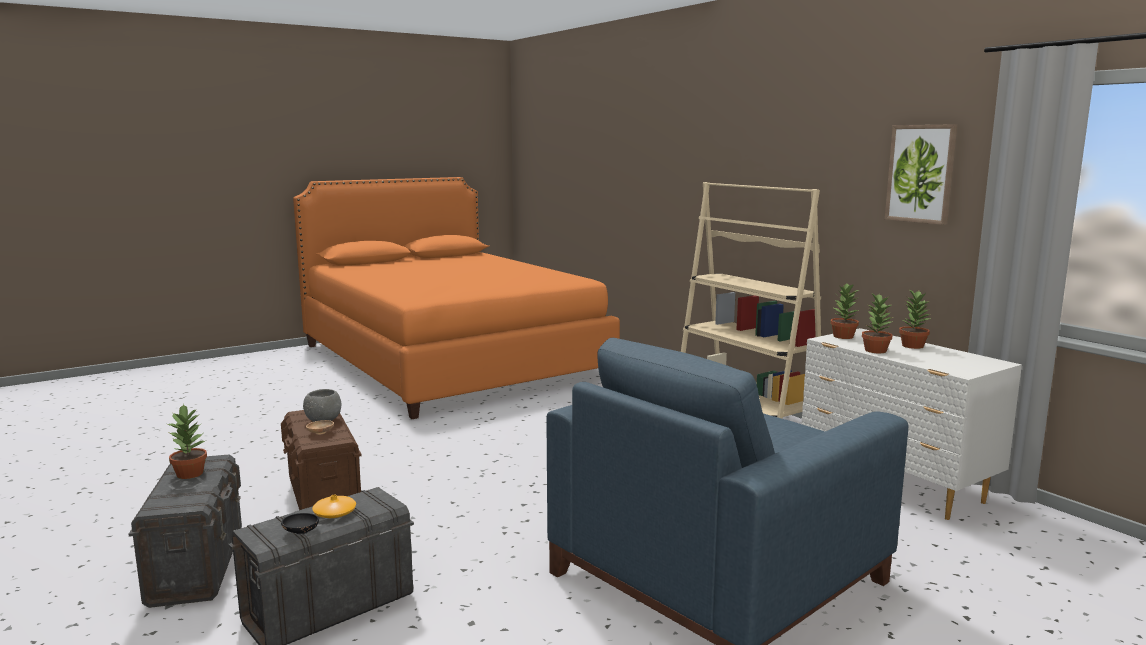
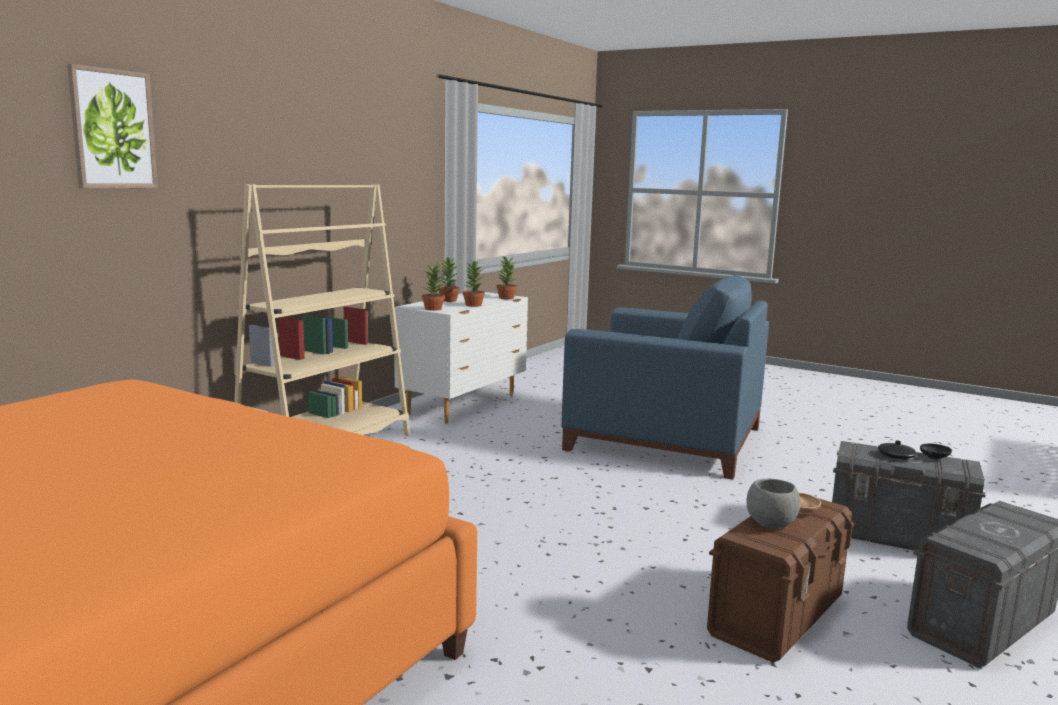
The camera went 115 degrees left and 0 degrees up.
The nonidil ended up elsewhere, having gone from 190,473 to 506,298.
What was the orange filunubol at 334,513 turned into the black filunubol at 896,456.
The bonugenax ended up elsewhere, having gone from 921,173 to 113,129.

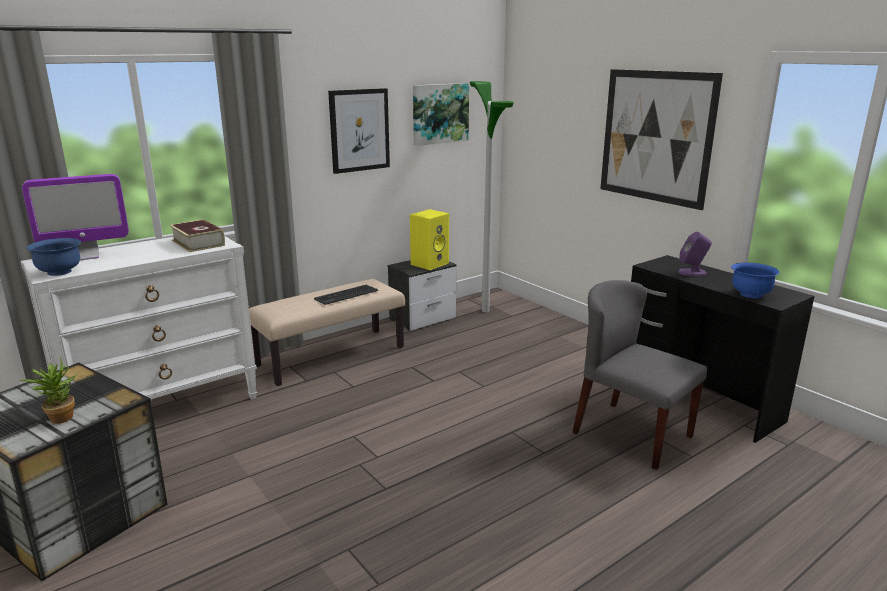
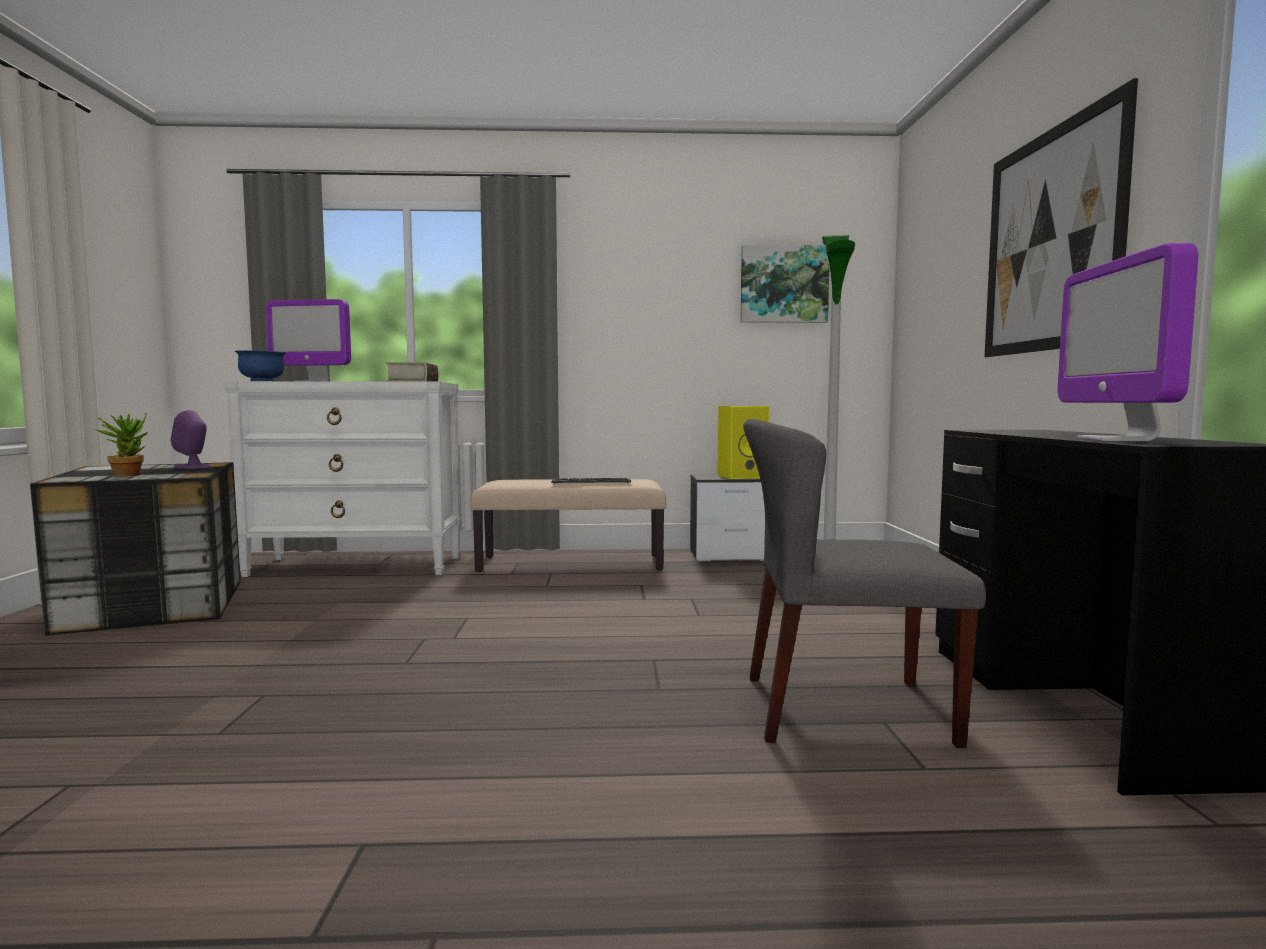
The camera went 35 degrees right and 15 degrees down.
The second view lost the bonugenax at 359,130.
The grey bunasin at 631,434 ended up facing another way, 75 degrees counterclockwise from before.
The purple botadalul ended up elsewhere, having gone from 692,272 to 192,467.
Where the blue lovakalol stood at 750,294, the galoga came to stand at 1116,440.

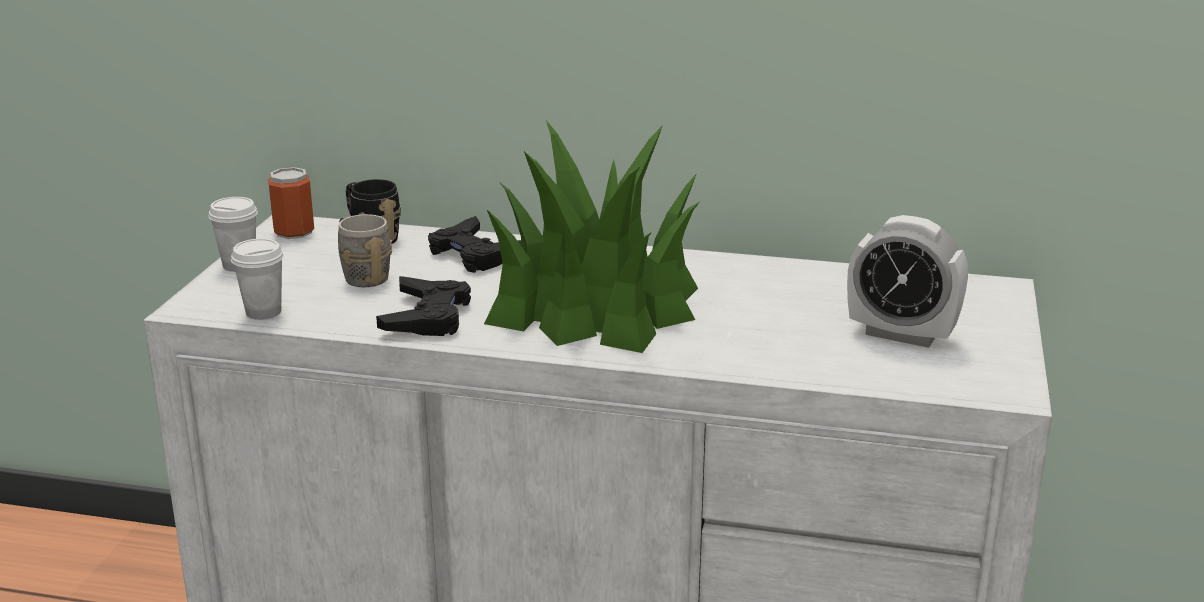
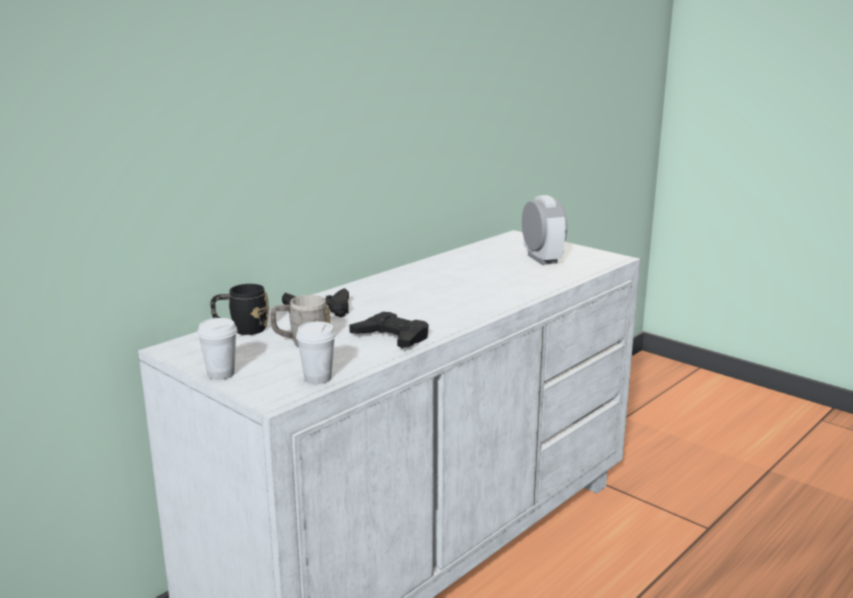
The camera went 60 degrees left and 5 degrees down.
The second view lost the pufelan at 294,232.
The second view lost the nonidil at 594,305.
The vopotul at 901,334 ended up facing another way, 75 degrees counterclockwise from before.

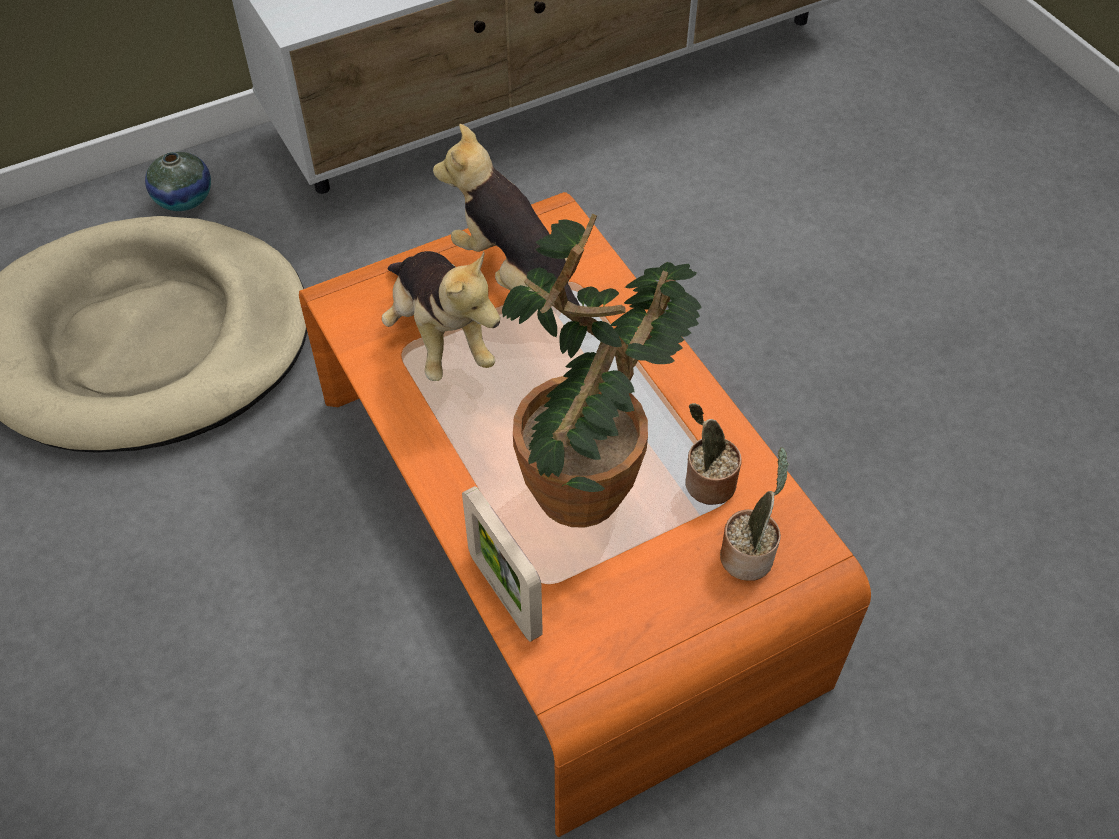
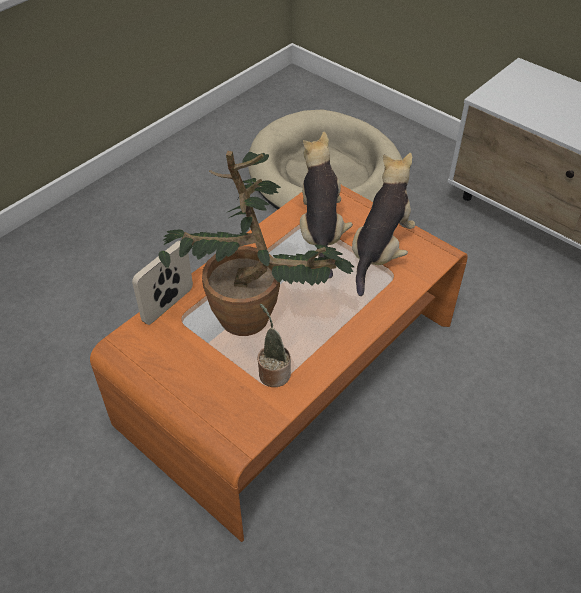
The camera went 70 degrees right and 5 degrees down.
The second view lost the filunubol at 184,199.
The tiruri at 440,337 ended up facing another way, 135 degrees clockwise from before.
The second view lost the nonidil at 748,554.

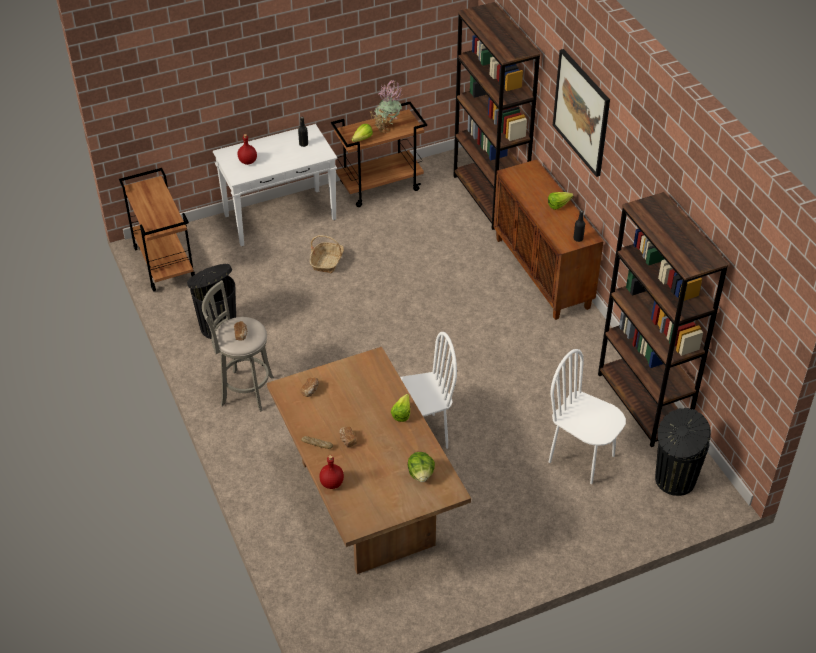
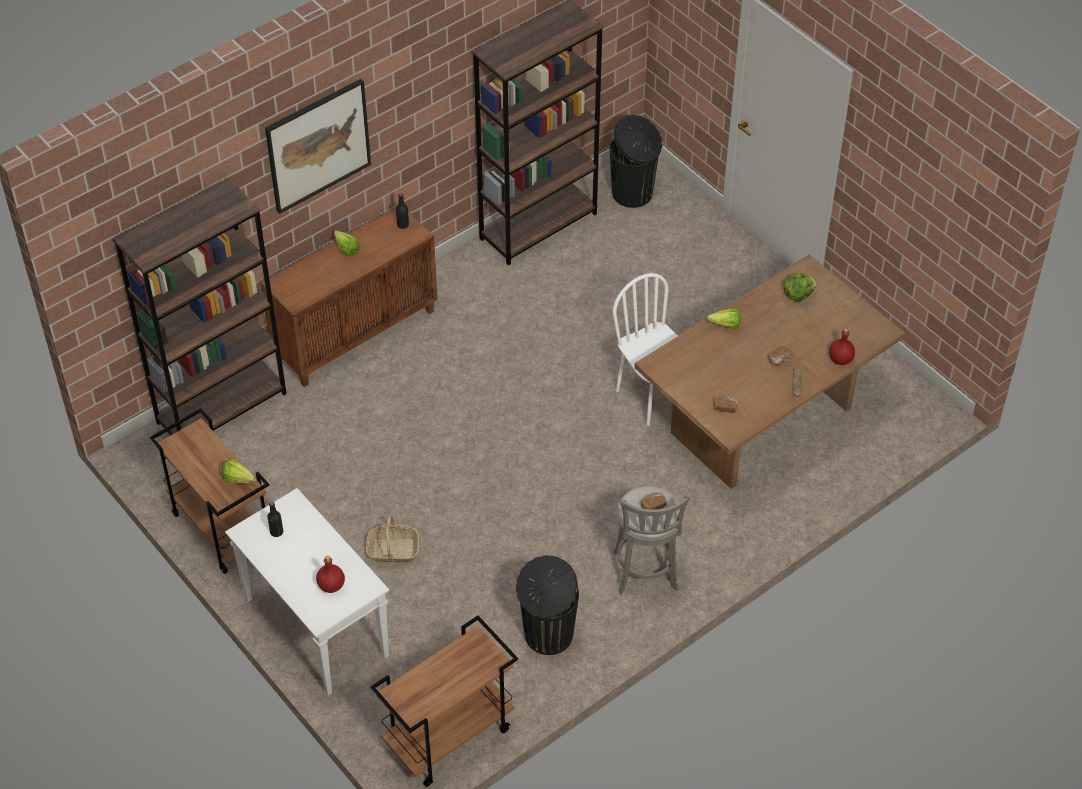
The camera went 105 degrees left and 5 degrees up.
The second view lost the nonidil at 386,127.
The second view lost the white bunasin at 582,458.

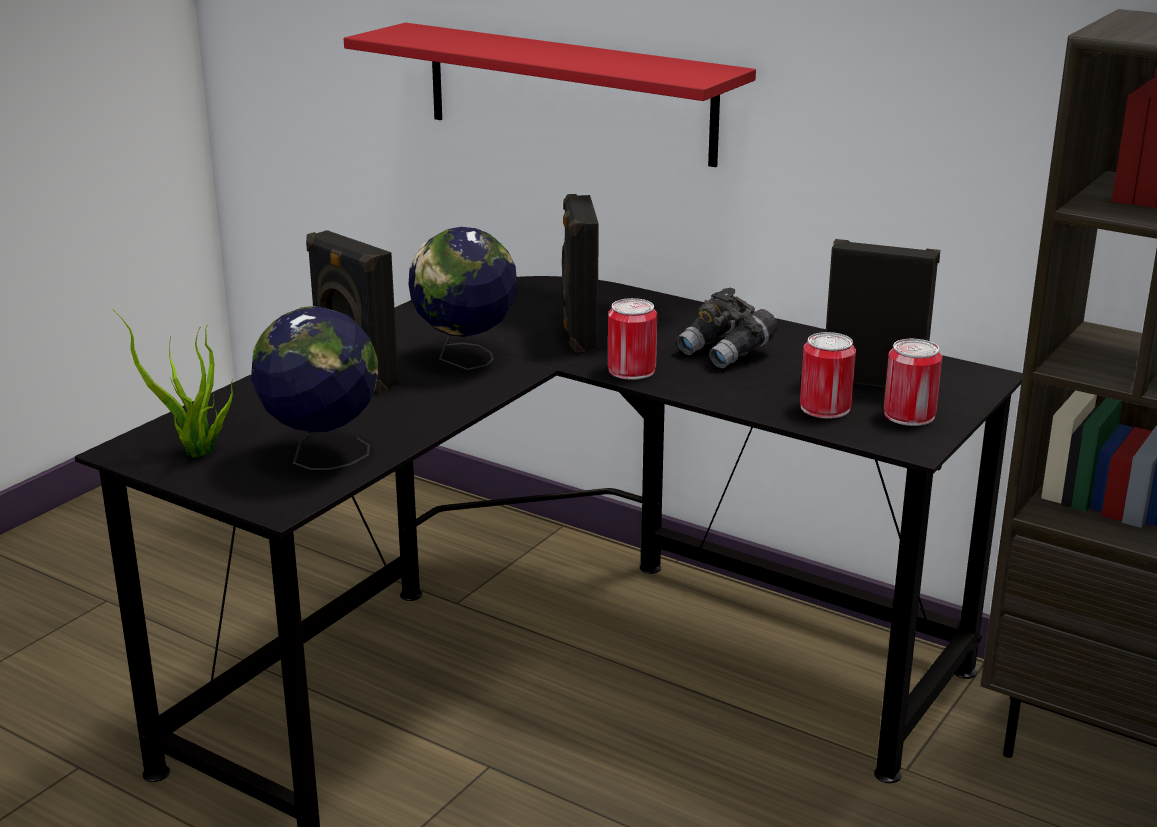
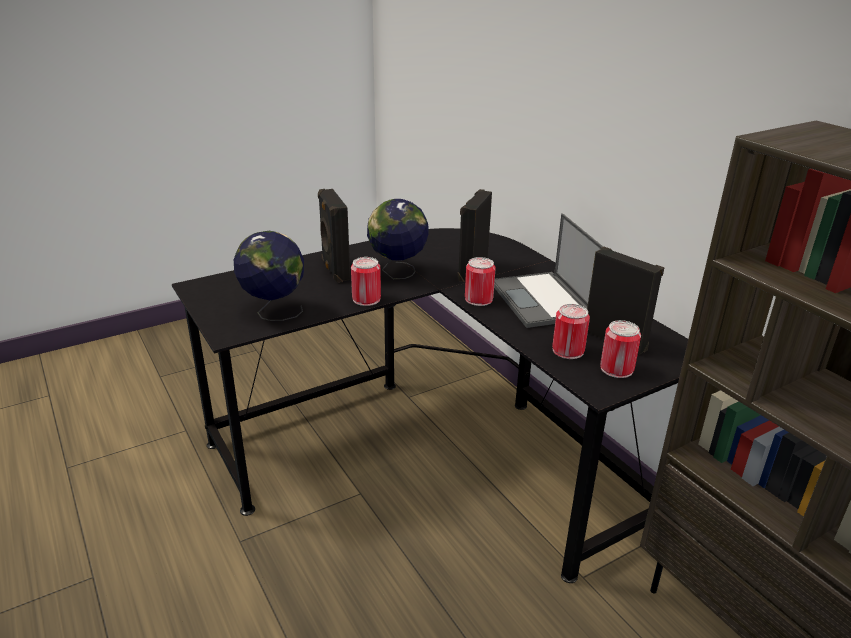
The camera went 25 degrees right and 5 degrees up.
The second view lost the nonidil at 196,453.
The second view lost the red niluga at 568,93.
Where the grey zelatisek stood at 727,352, the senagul came to stand at 543,300.
The second view gained the pufelan at 366,299.

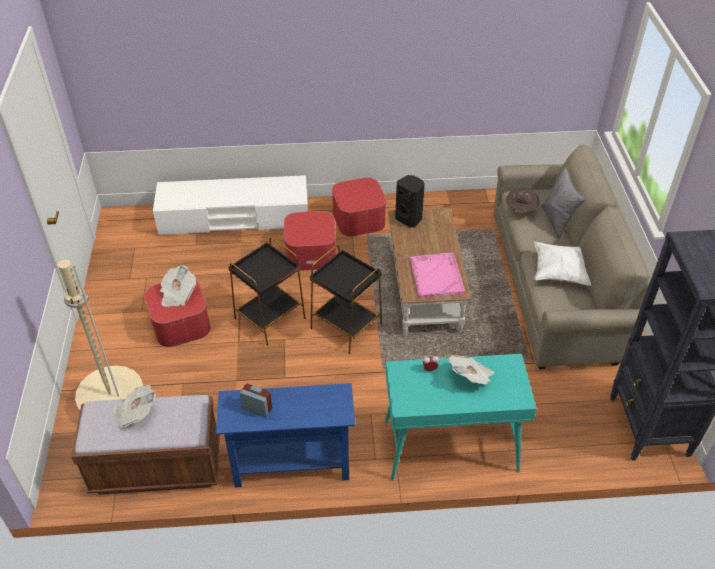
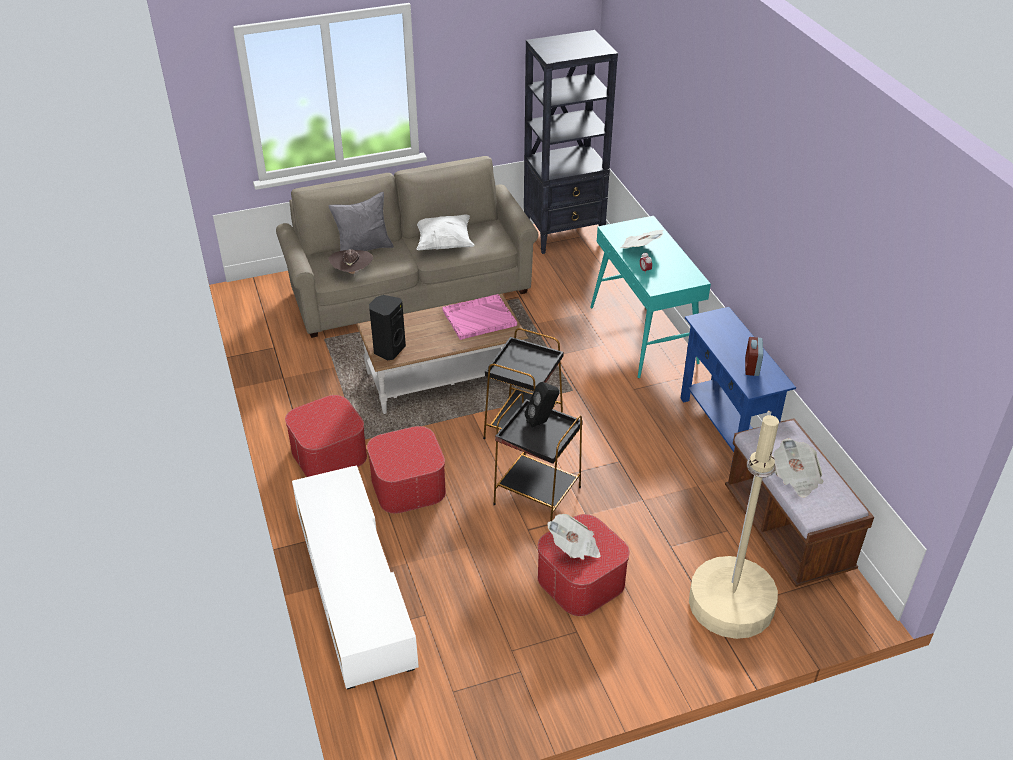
The camera went 105 degrees left and 5 degrees down.
The second view gained the black botadalul at 542,422.

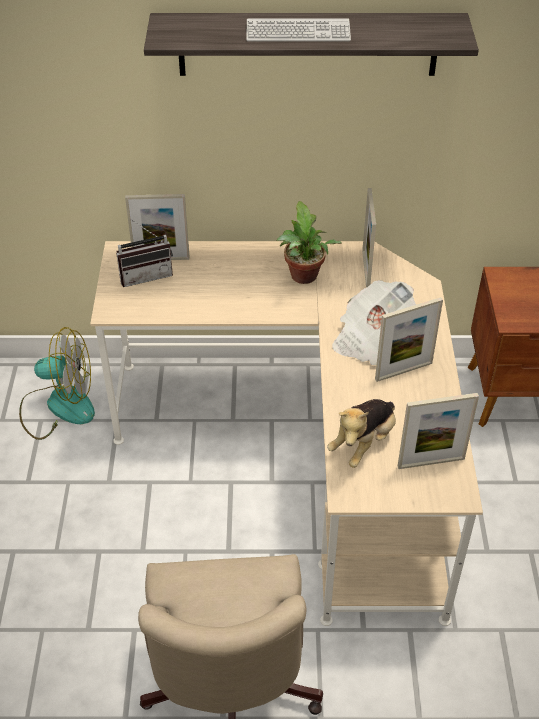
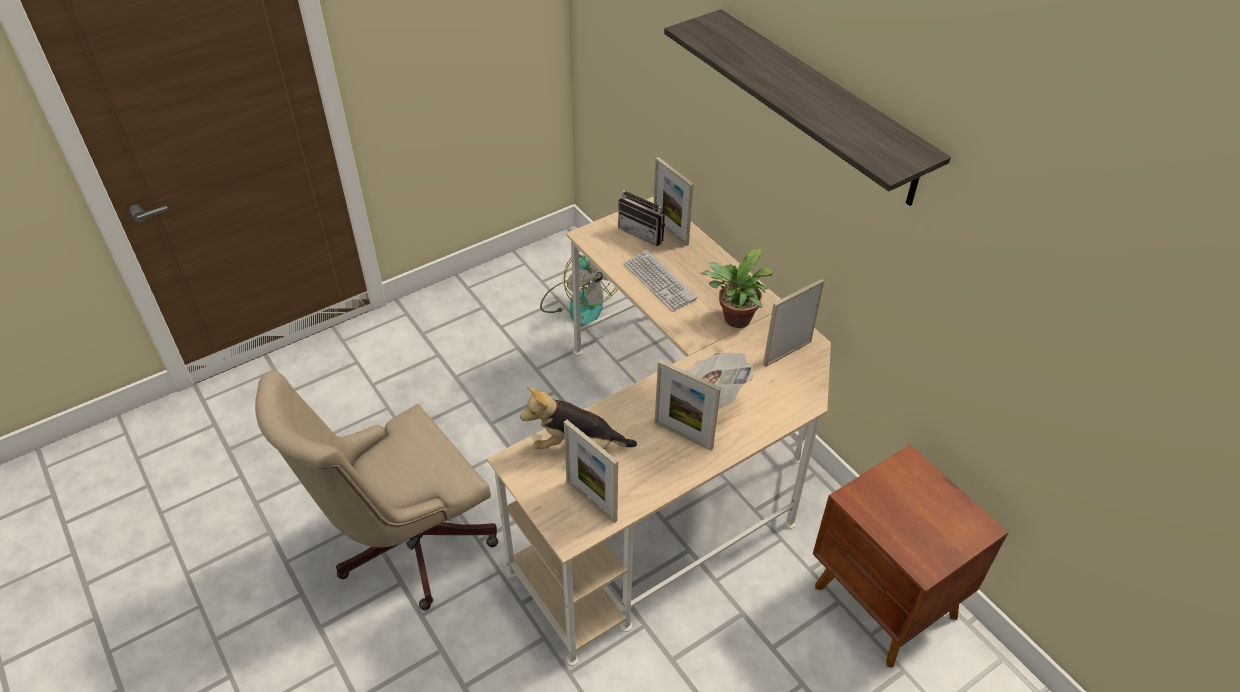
The camera went 55 degrees right and 0 degrees up.
The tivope ended up elsewhere, having gone from 298,32 to 659,282.

